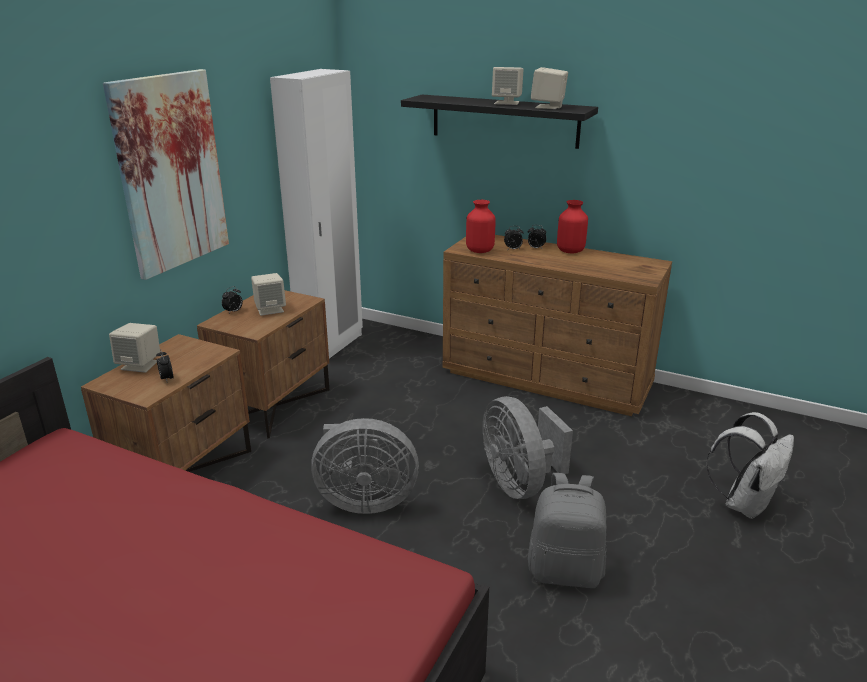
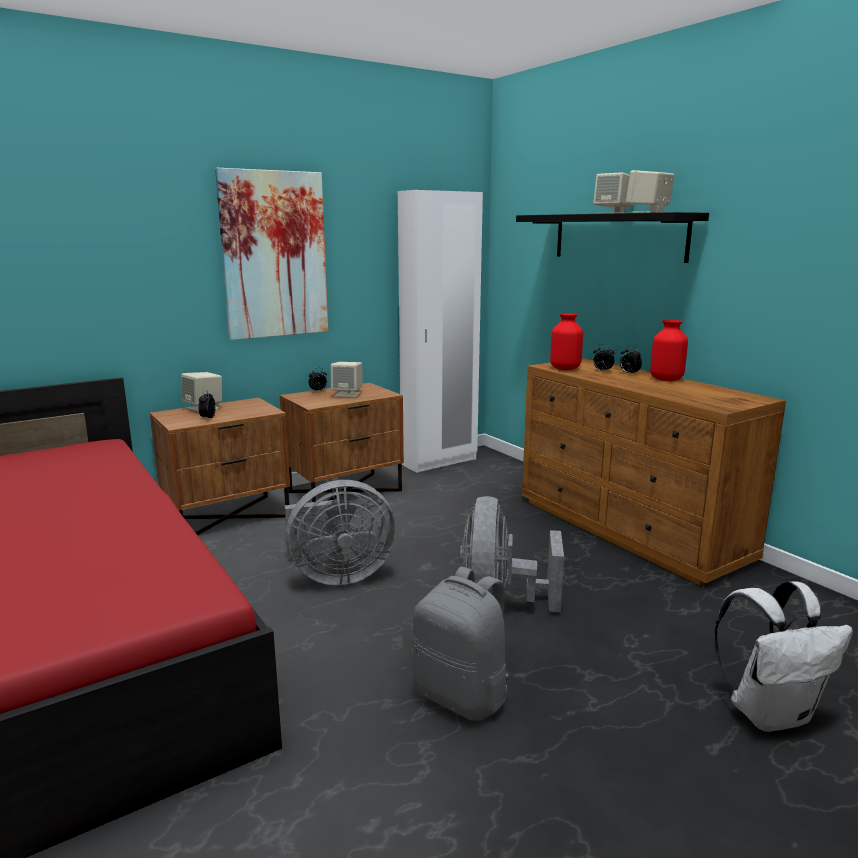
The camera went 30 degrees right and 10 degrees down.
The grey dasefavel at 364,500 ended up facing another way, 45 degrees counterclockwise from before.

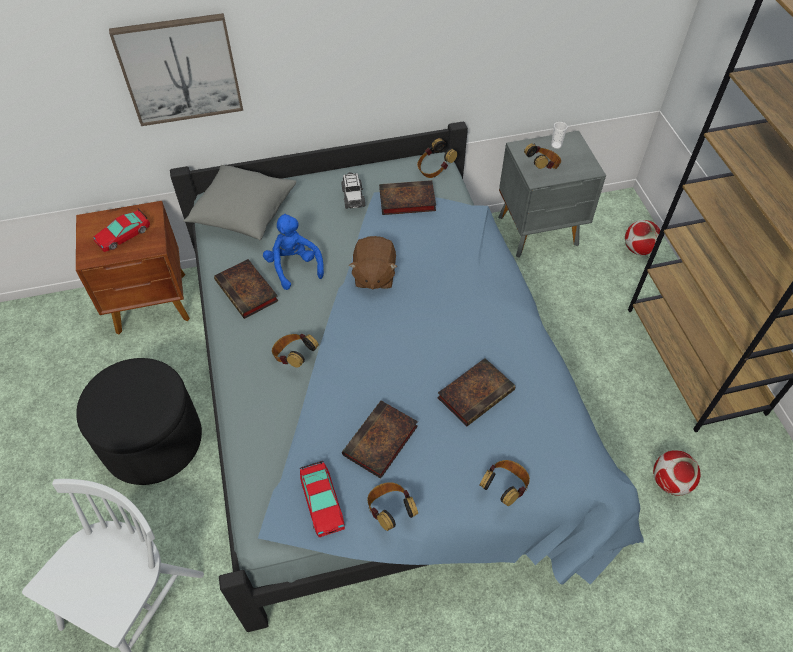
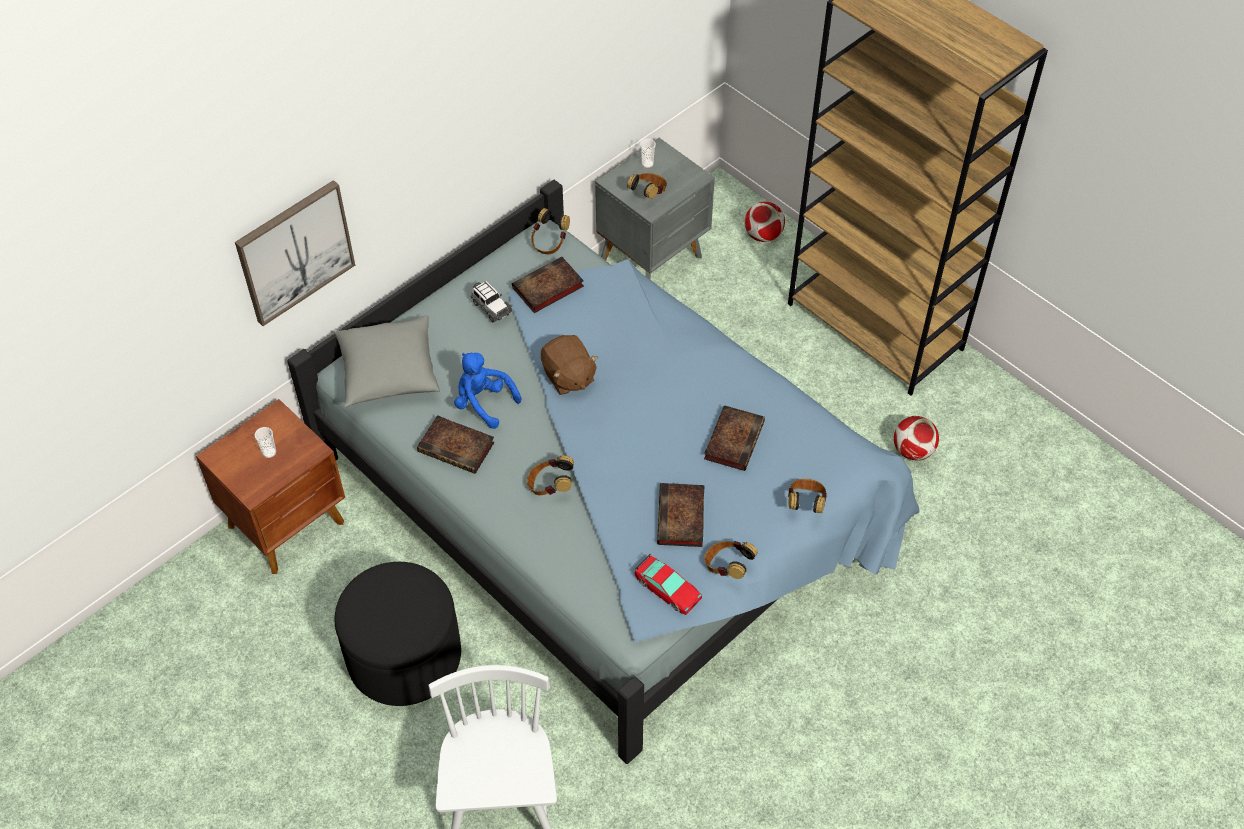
The camera went 30 degrees left and 0 degrees up.
Where the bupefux stood at 123,235, the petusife came to stand at 269,452.

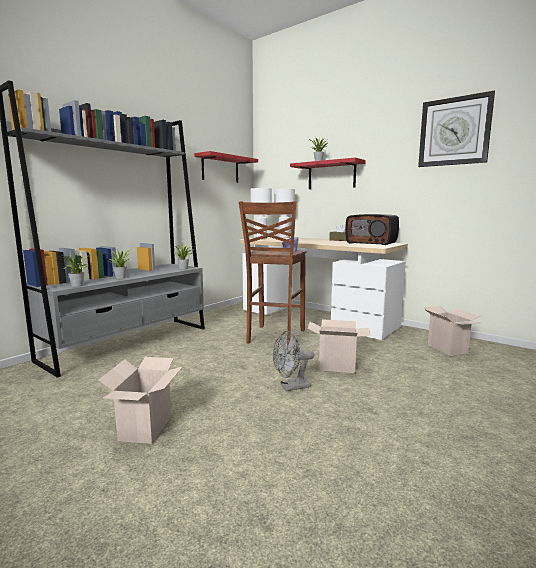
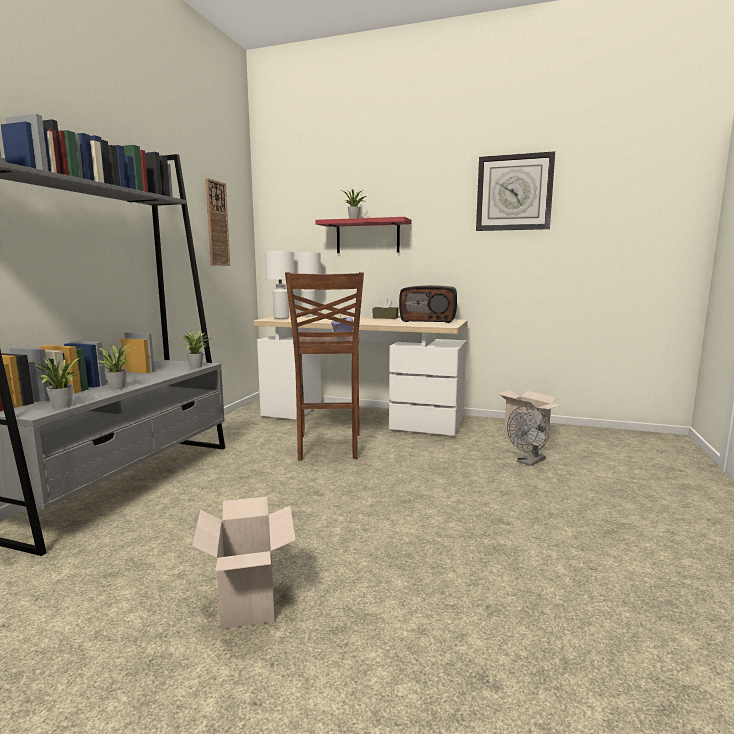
The camera went 20 degrees left and 0 degrees up.
Where the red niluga hung at 220,169, the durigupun came to hang at 217,224.
The grey dasefavel ended up elsewhere, having gone from 291,387 to 528,462.
The second view lost the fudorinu at 338,366.

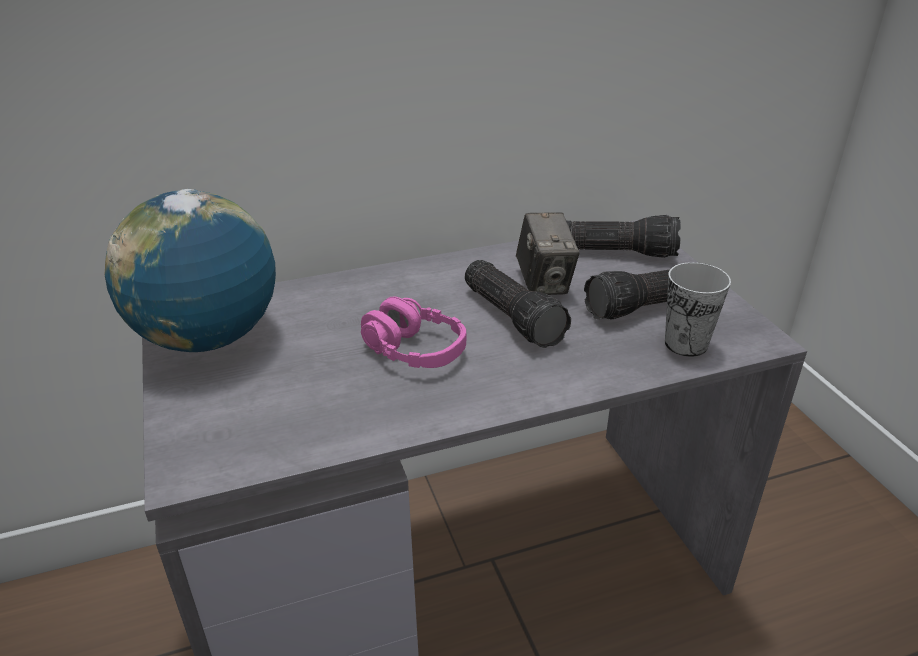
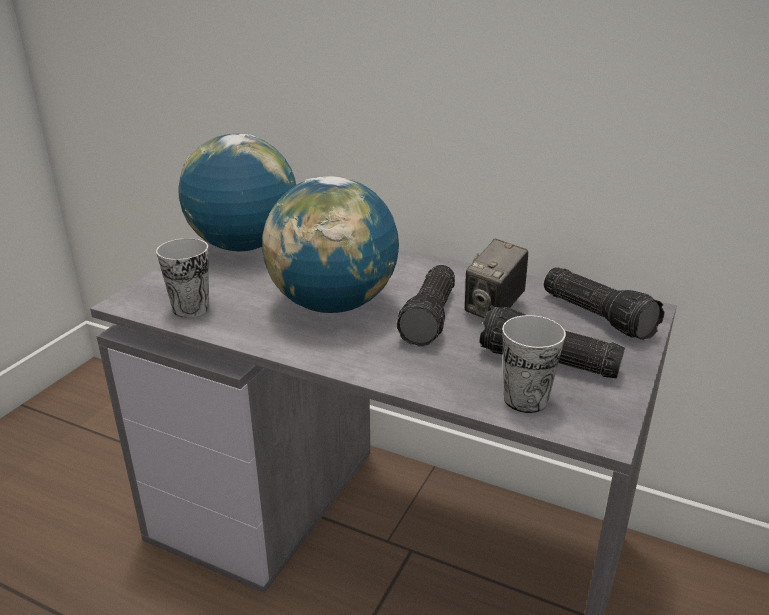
The camera went 45 degrees right and 5 degrees down.
Where the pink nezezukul stood at 414,350, the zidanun came to stand at 333,305.
The second view gained the petusife at 191,308.

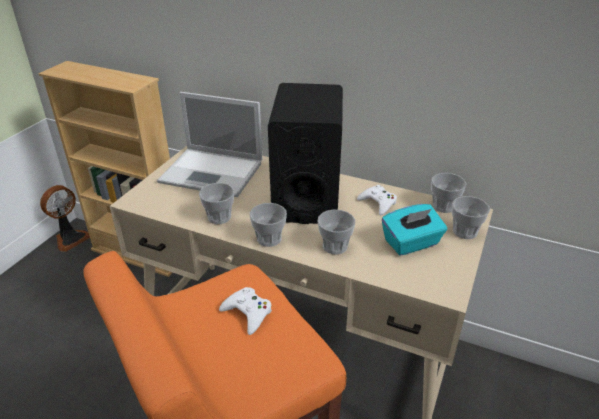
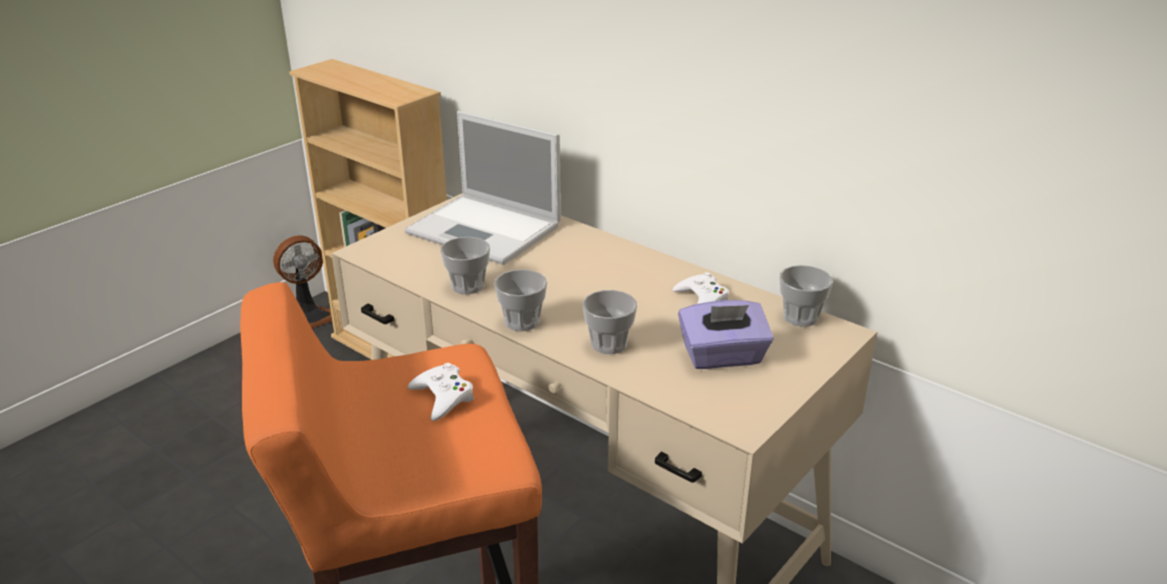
The camera went 15 degrees right and 5 degrees down.
The second view lost the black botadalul at 306,198.
What was the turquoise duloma at 411,243 turned into the purple duloma at 723,357.
The second view lost the petusife at 465,231.

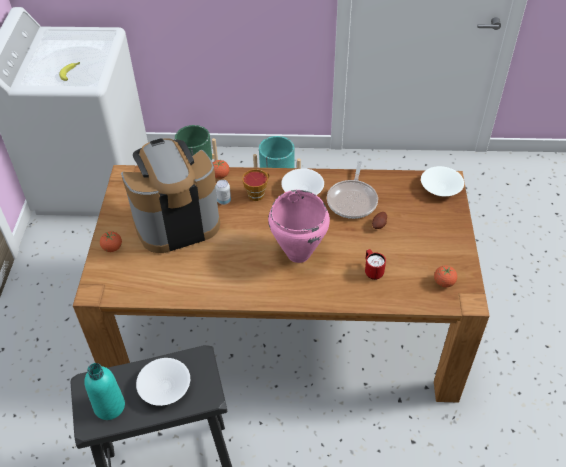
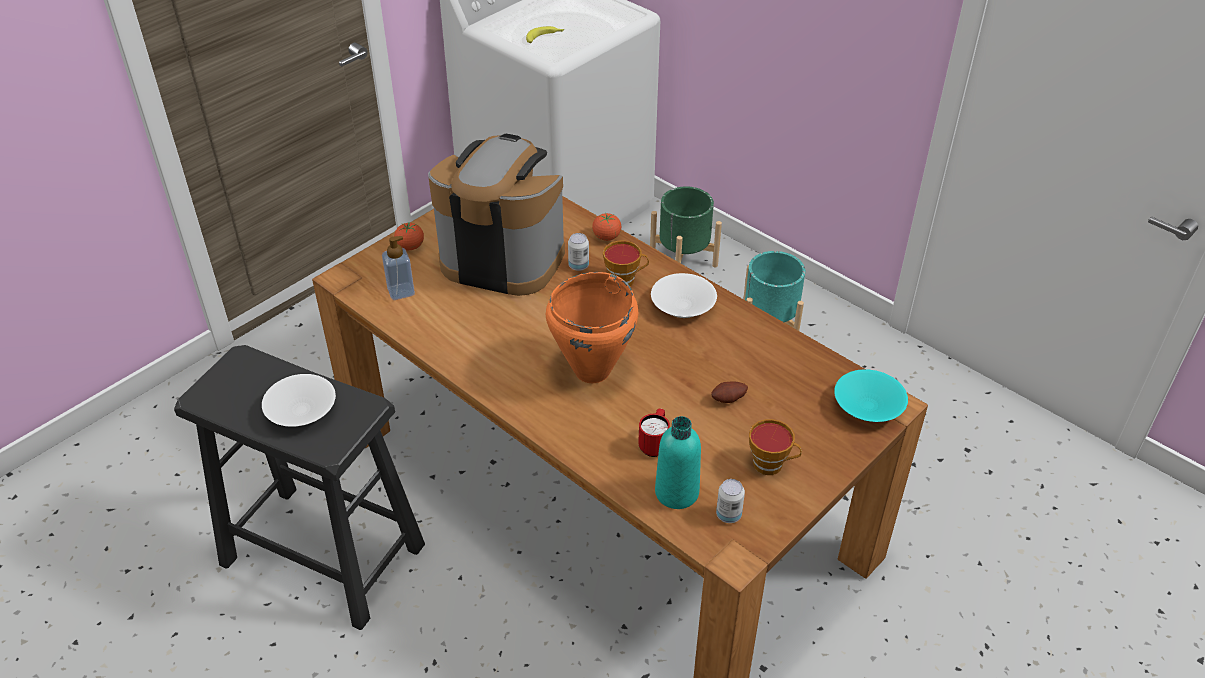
The camera went 40 degrees right and 5 degrees down.
The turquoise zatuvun ended up elsewhere, having gone from 109,406 to 677,492.
What was the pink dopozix at 298,254 turned into the orange dopozix at 591,371.
The second view lost the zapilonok at 352,200.
What was the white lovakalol at 440,187 turned into the turquoise lovakalol at 868,406.
Where the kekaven stood at 444,282, the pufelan came to stand at 728,515.
The second view gained the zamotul at 401,291.
The second view gained the petusife at 771,464.

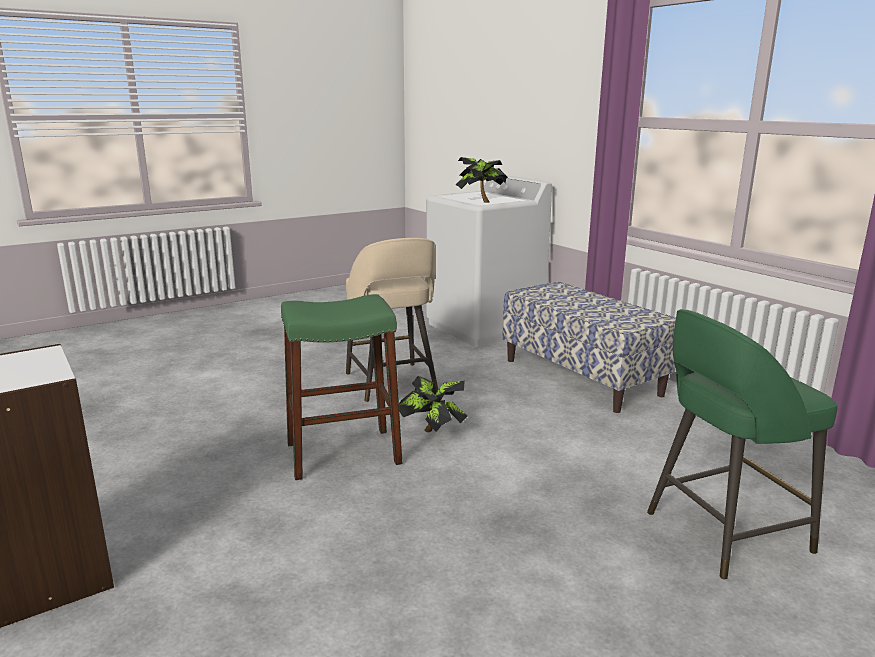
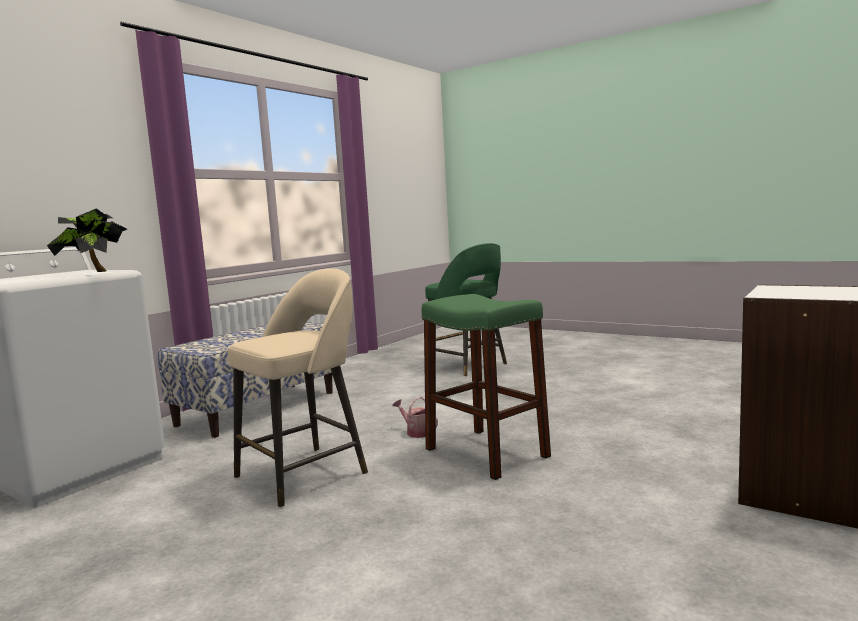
The camera went 110 degrees left and 10 degrees down.
Where the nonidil stood at 433,433, the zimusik came to stand at 416,432.

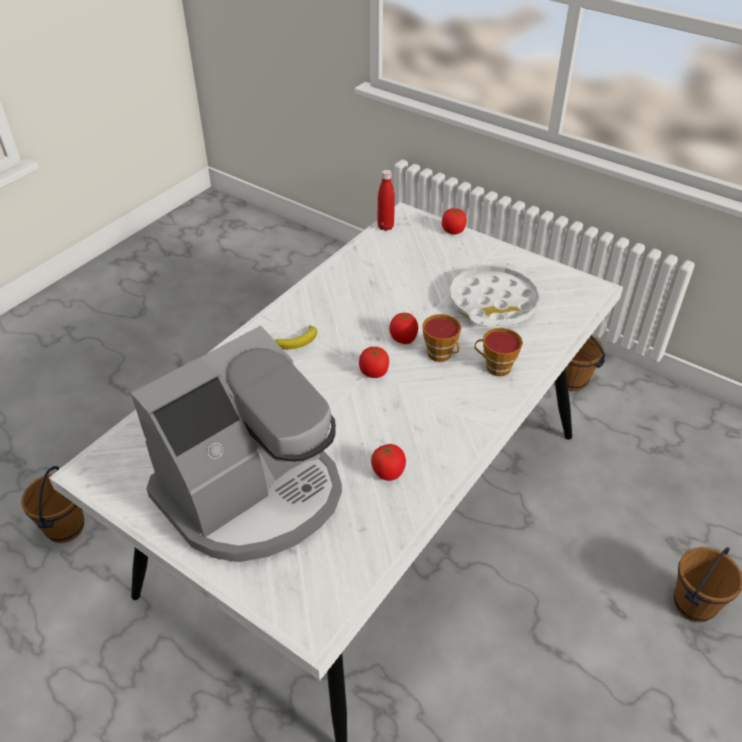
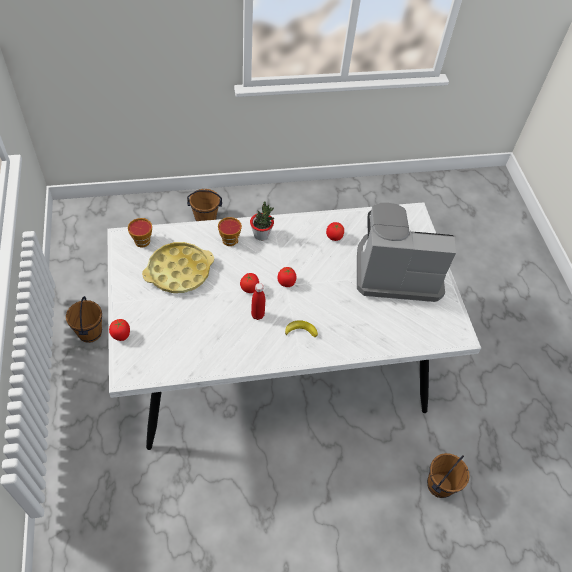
The camera went 140 degrees left and 10 degrees up.
The red zatuvun ended up elsewhere, having gone from 385,227 to 257,315.
The petusife ended up elsewhere, having gone from 442,355 to 142,240.
What was the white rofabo at 493,303 turned into the yellow rofabo at 179,271.
The second view gained the nonidil at 261,235.

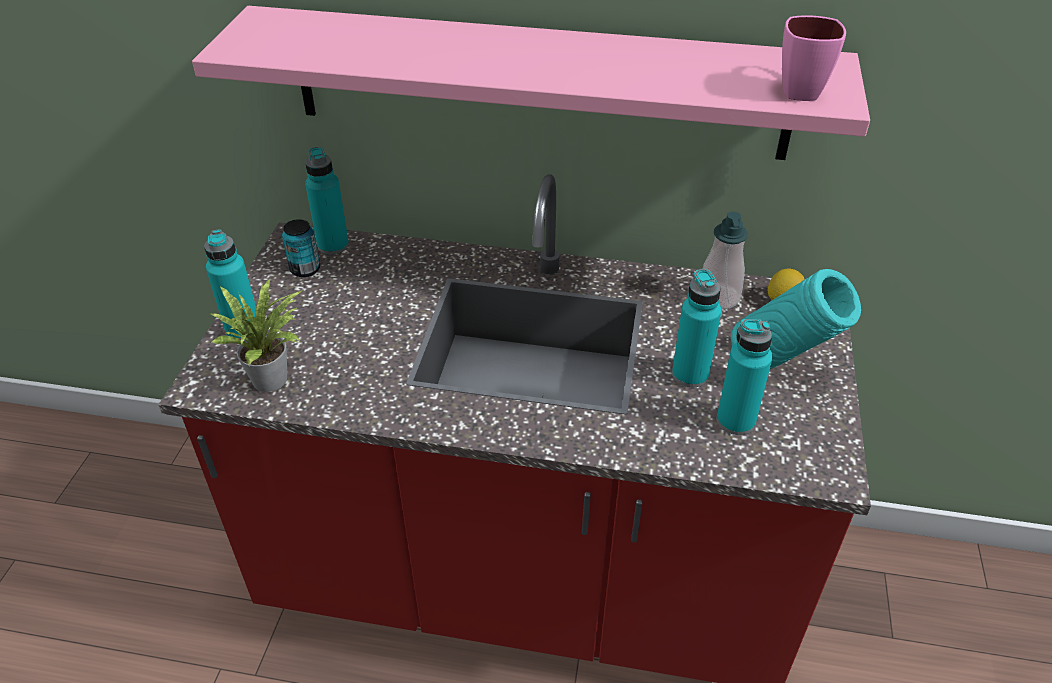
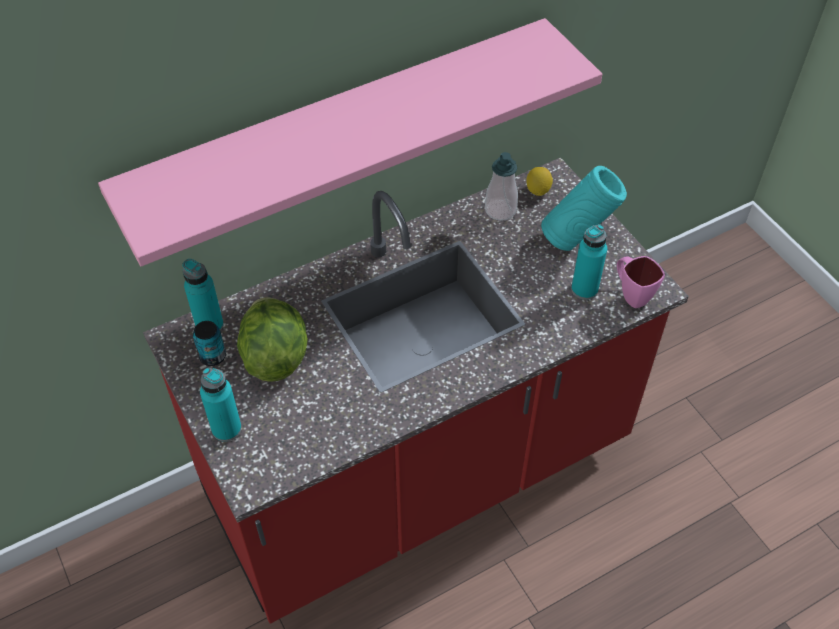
The camera went 40 degrees left and 10 degrees up.
The second view lost the nonidil at 275,378.
The second view lost the turquoise zatuvun at 690,374.
The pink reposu ended up elsewhere, having gone from 799,88 to 631,294.
The second view gained the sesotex at 275,355.

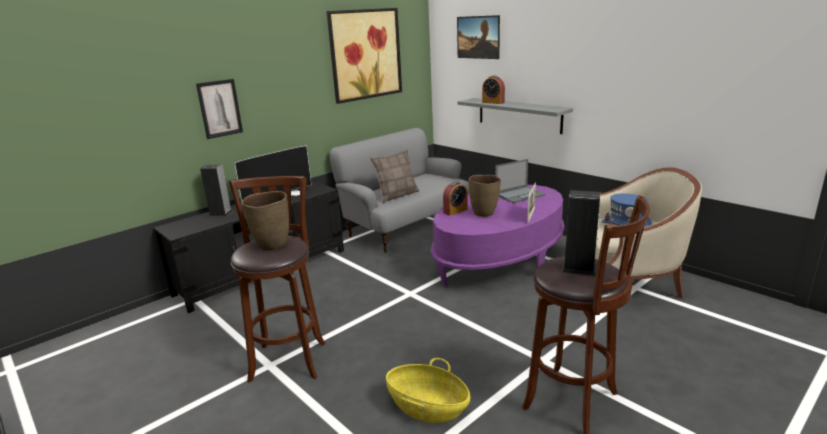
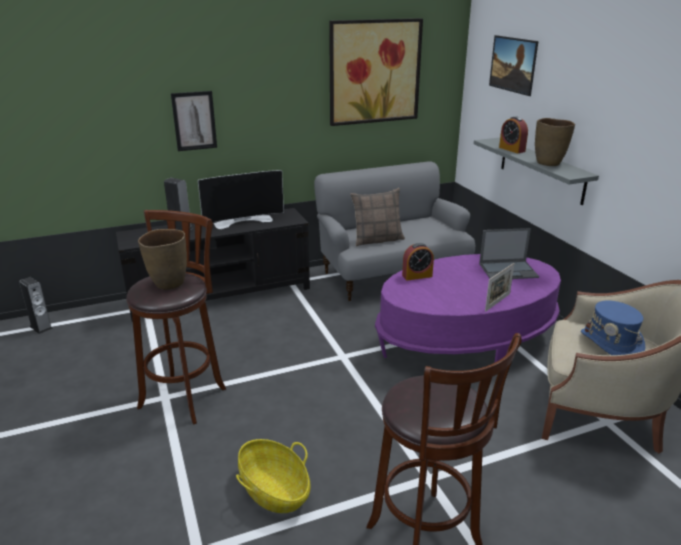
The camera went 20 degrees right and 5 degrees up.
The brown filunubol ended up elsewhere, having gone from 484,213 to 548,163.
The botadalul ended up elsewhere, having gone from 579,269 to 41,327.

